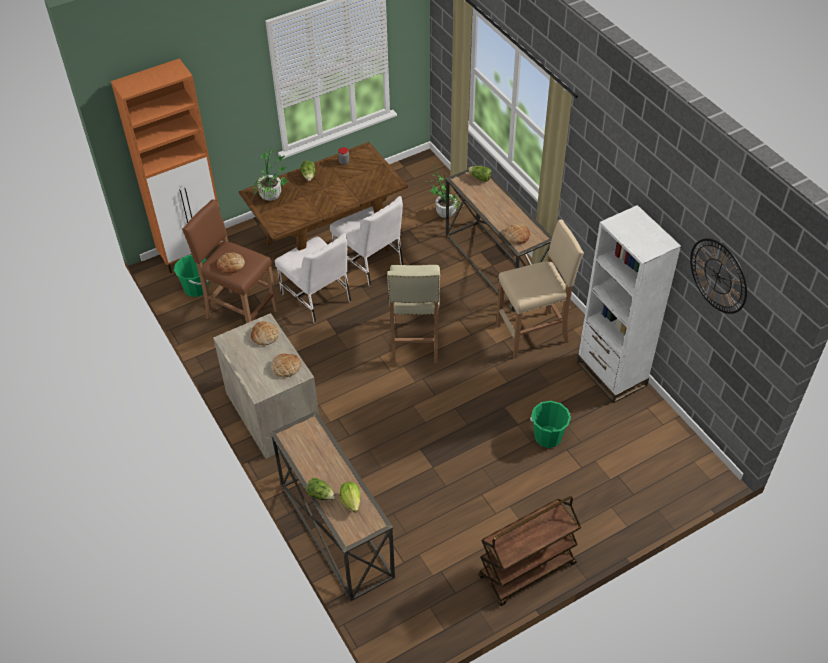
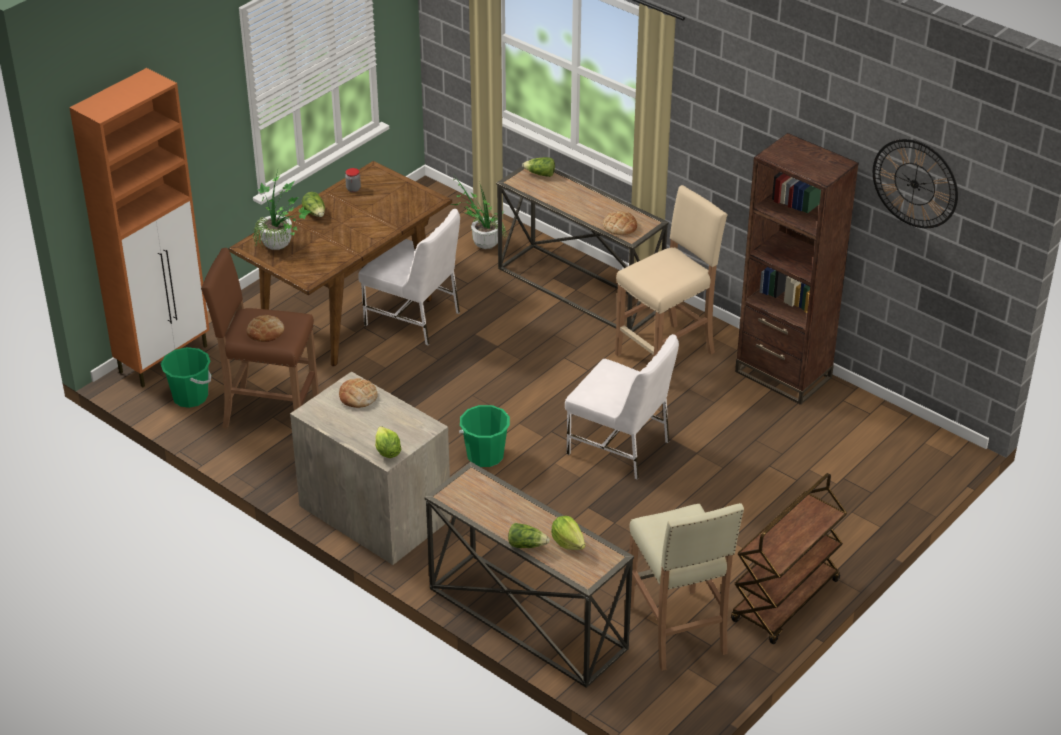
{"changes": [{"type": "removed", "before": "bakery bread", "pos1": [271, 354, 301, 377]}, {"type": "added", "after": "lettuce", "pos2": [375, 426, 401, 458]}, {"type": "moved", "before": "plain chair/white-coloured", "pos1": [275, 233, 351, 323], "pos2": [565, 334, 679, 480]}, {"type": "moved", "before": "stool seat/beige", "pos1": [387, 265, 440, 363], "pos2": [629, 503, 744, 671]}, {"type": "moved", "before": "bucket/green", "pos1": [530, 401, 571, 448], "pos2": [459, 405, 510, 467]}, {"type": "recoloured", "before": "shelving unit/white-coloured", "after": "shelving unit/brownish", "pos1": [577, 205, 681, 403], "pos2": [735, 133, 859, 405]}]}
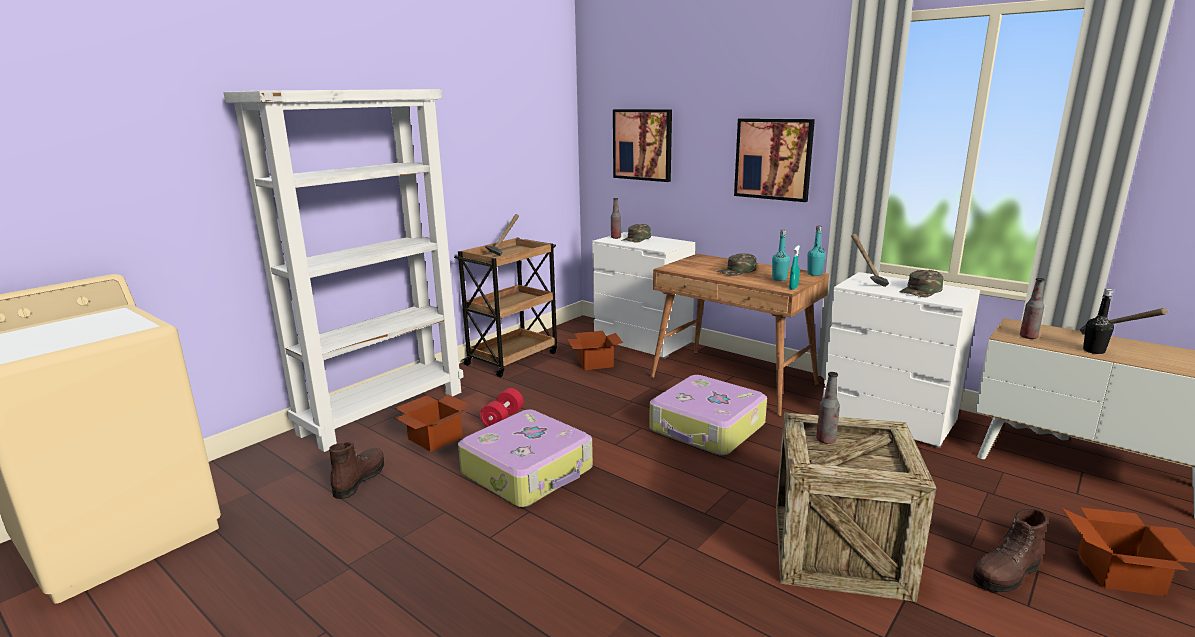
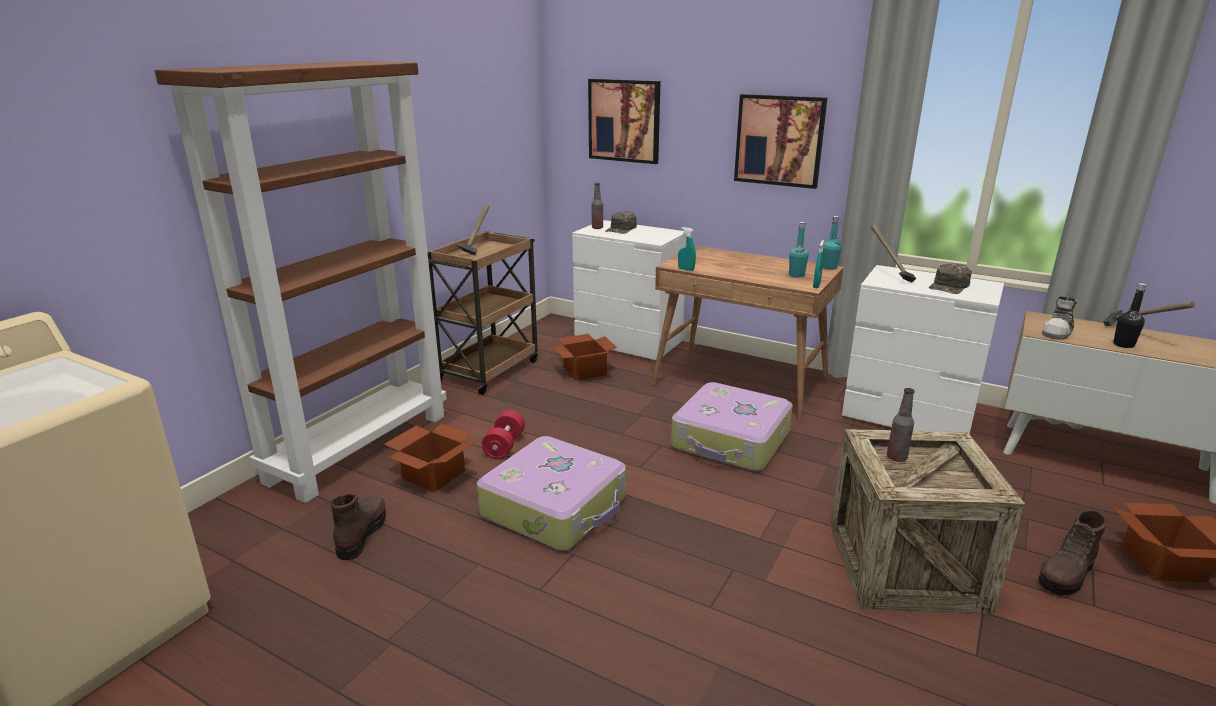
{"changes": [{"type": "removed", "before": "baseball cap/green", "pos1": [717, 253, 757, 276]}, {"type": "added", "after": "hand sprayer/turquoise-coloured", "pos2": [678, 227, 696, 271]}, {"type": "replaced", "before": "beverage bottle", "after": "shoe", "pos1": [1020, 278, 1045, 339], "pos2": [1042, 297, 1077, 340]}, {"type": "recoloured", "before": "shelving unit/white-coloured", "after": "shelving unit/brownish", "pos1": [223, 89, 464, 452], "pos2": [155, 61, 447, 503]}]}
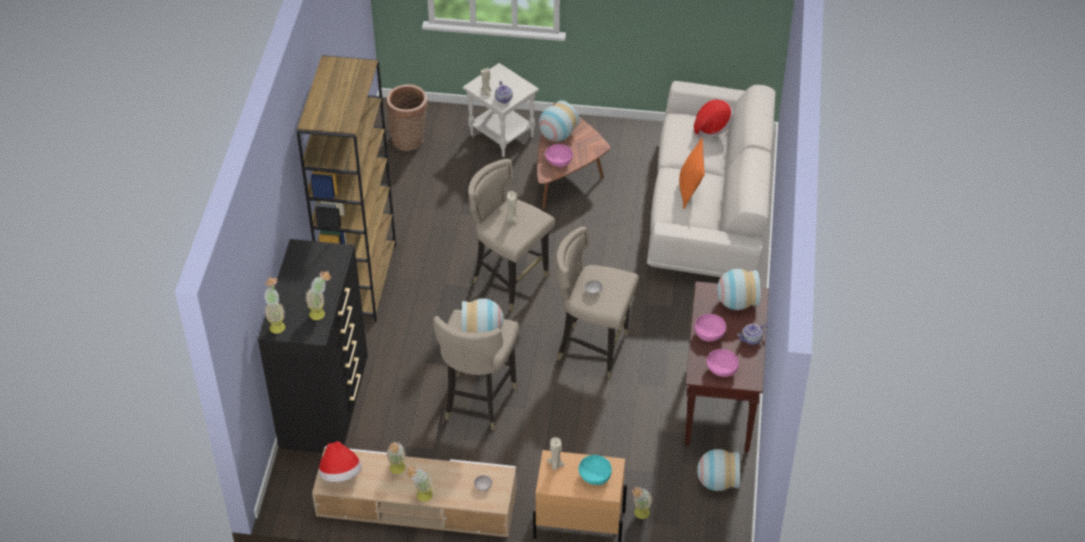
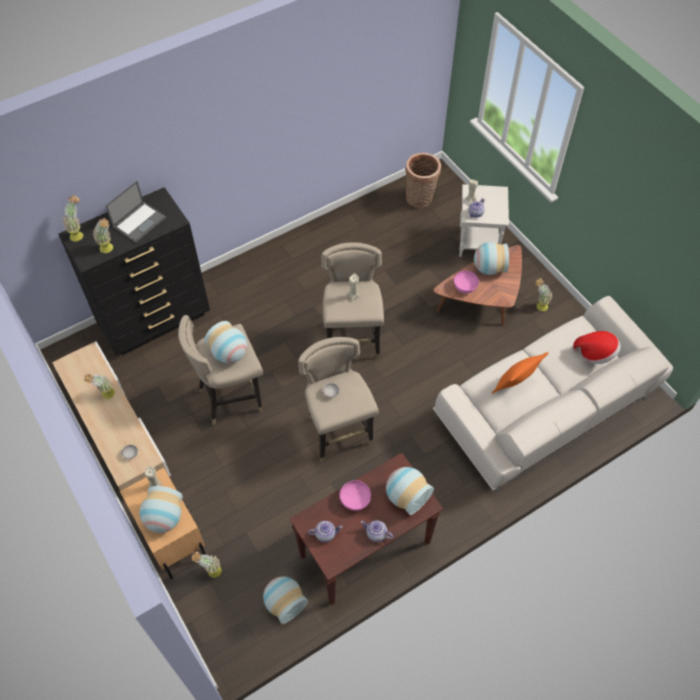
{"changes": [{"type": "removed", "before": "shelving unit/brownish", "pos1": [296, 55, 396, 322]}, {"type": "removed", "before": "clothing hat", "pos1": [319, 441, 362, 482]}, {"type": "added", "after": "portable computer", "pos2": [106, 181, 166, 243]}, {"type": "moved", "before": "plant in a pot", "pos1": [406, 466, 433, 502], "pos2": [535, 278, 552, 311]}, {"type": "replaced", "before": "deep dish/turquoise-coloured", "after": "flower vase", "pos1": [579, 455, 612, 485], "pos2": [140, 486, 183, 533]}, {"type": "replaced", "before": "deep dish/pinkish", "after": "pot for tea", "pos1": [707, 349, 739, 377], "pos2": [308, 521, 343, 542]}]}
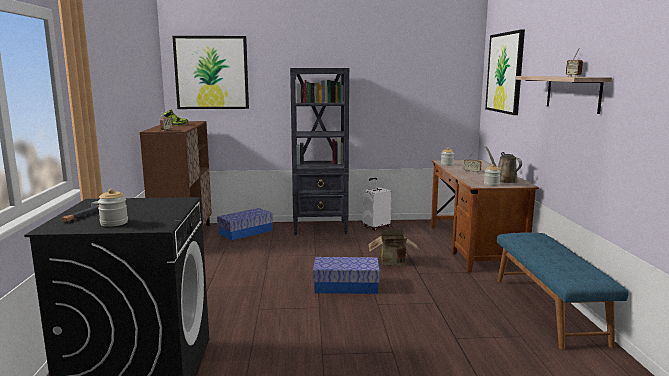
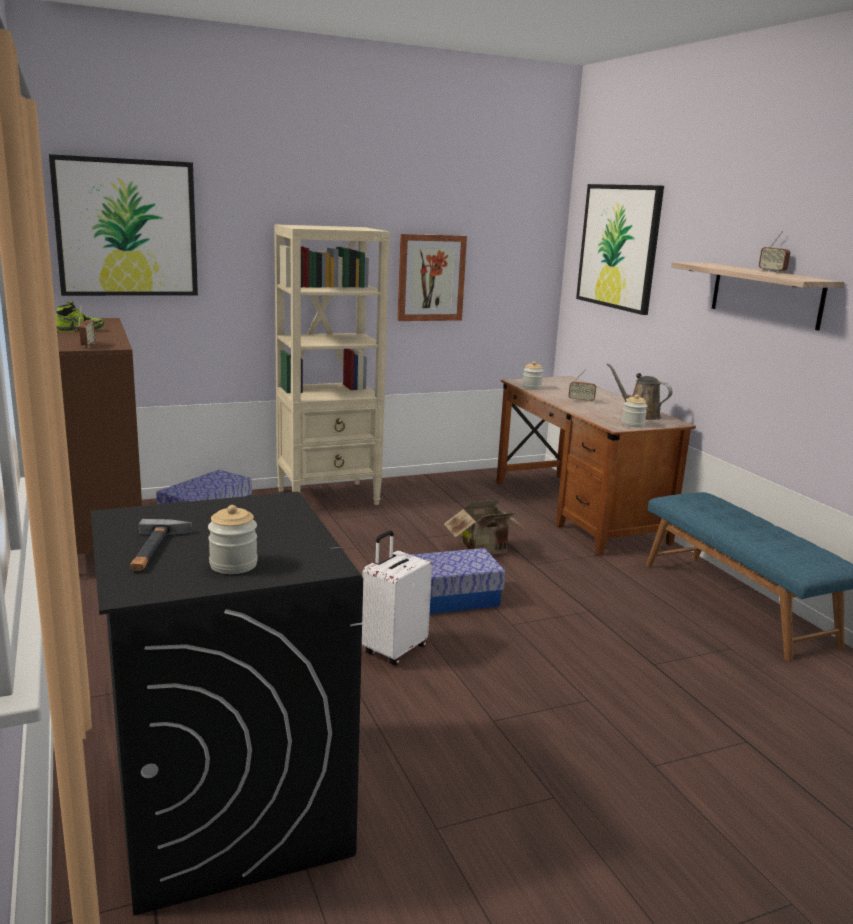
{"changes": [{"type": "added", "after": "wall art", "pos2": [397, 234, 467, 321]}, {"type": "moved", "before": "suitcase/white-coloured", "pos1": [363, 178, 392, 230], "pos2": [362, 531, 432, 665]}, {"type": "recoloured", "before": "shelving unit/blackish", "after": "shelving unit/beige", "pos1": [290, 68, 349, 235], "pos2": [274, 224, 390, 505]}]}
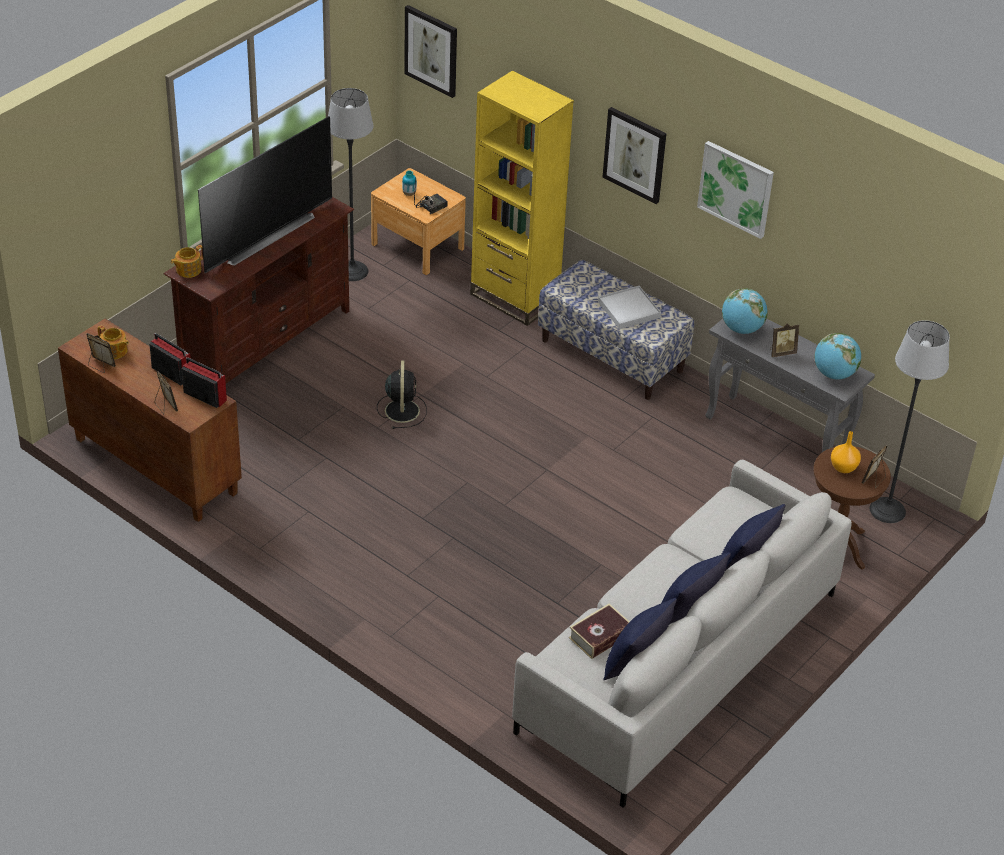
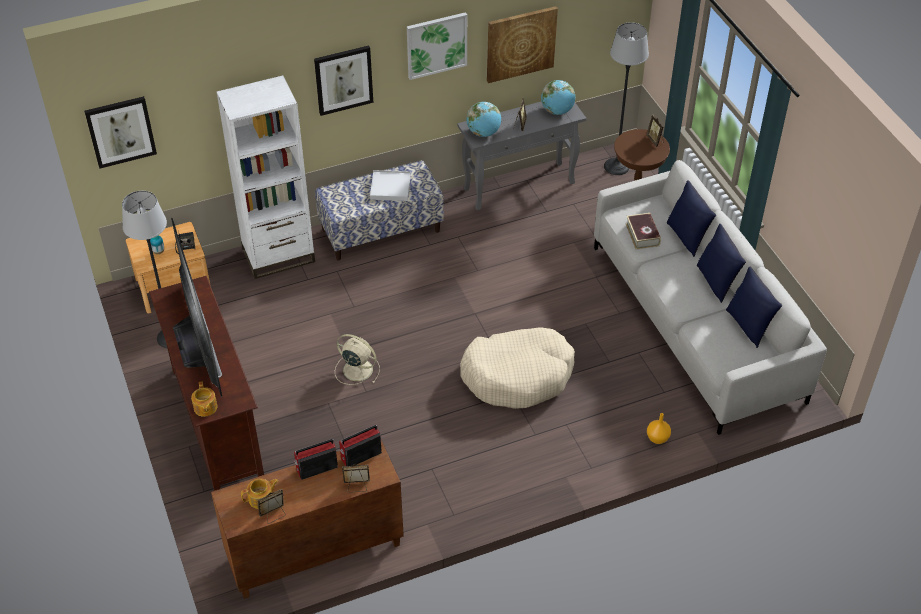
{"changes": [{"type": "added", "after": "pet bed/beige", "pos2": [460, 327, 575, 409]}, {"type": "added", "after": "wall art", "pos2": [487, 6, 558, 83]}, {"type": "moved", "before": "book", "pos1": [569, 604, 630, 659], "pos2": [626, 213, 661, 249]}, {"type": "moved", "before": "flower vase/orangey", "pos1": [831, 431, 861, 473], "pos2": [647, 413, 671, 444]}, {"type": "recoloured", "before": "electric fan/blackish", "after": "electric fan/beige", "pos1": [377, 360, 427, 429], "pos2": [335, 334, 380, 385]}, {"type": "recoloured", "before": "shelving unit/yellowish", "after": "shelving unit/white-coloured", "pos1": [470, 71, 574, 326], "pos2": [217, 75, 315, 279]}]}
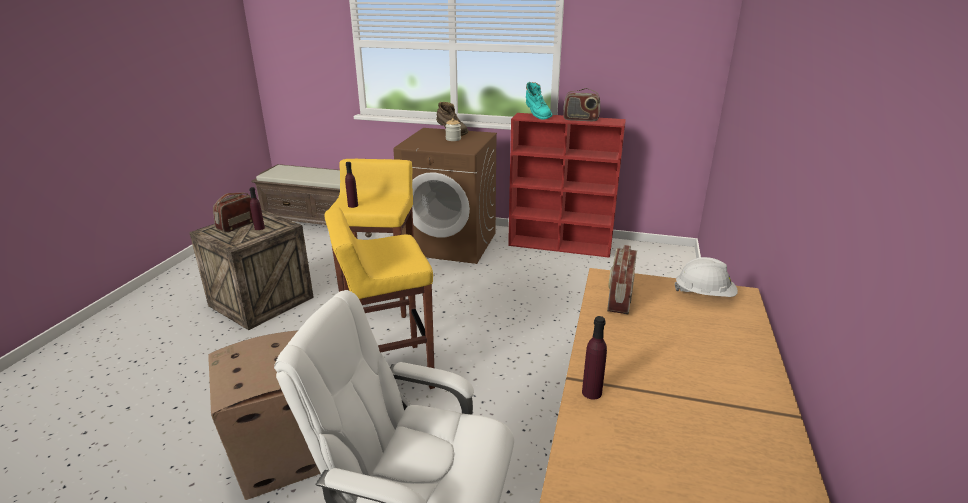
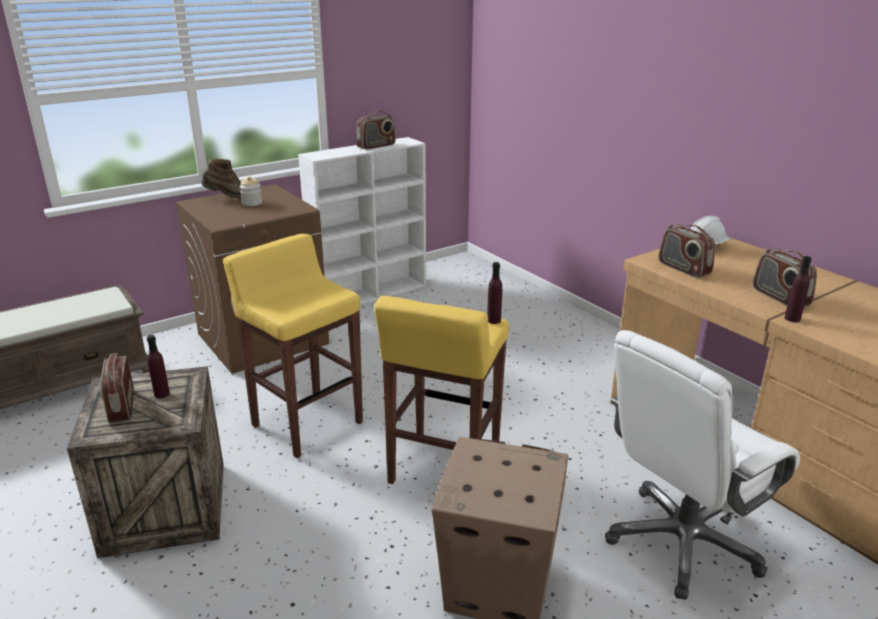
{"changes": [{"type": "removed", "before": "boot/turquoise-coloured", "pos1": [526, 82, 553, 120]}, {"type": "added", "after": "radio", "pos2": [753, 248, 817, 306]}, {"type": "moved", "before": "beverage bottle/purple", "pos1": [345, 162, 358, 208], "pos2": [487, 262, 502, 324]}, {"type": "recoloured", "before": "shelving unit/red", "after": "shelving unit/white-coloured", "pos1": [508, 113, 626, 258], "pos2": [298, 137, 426, 304]}]}
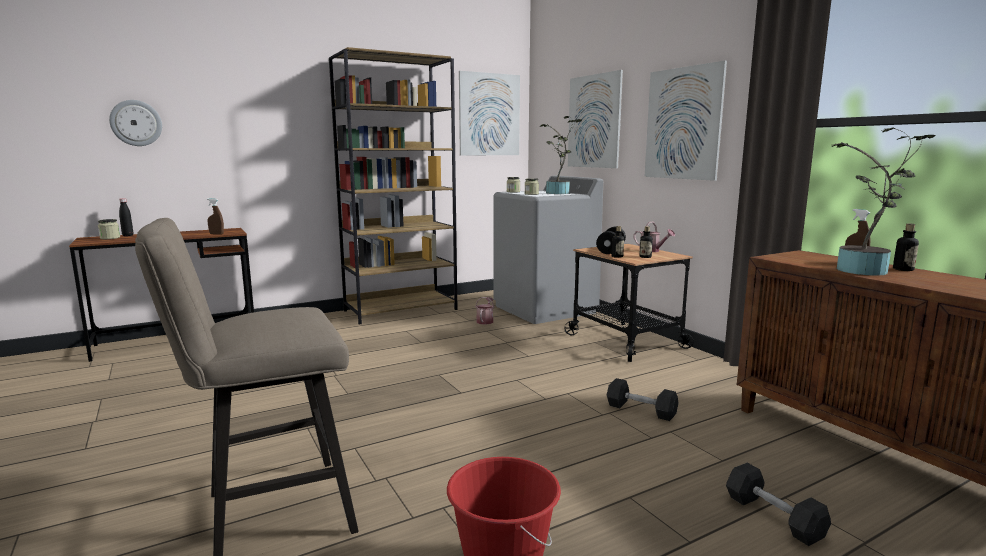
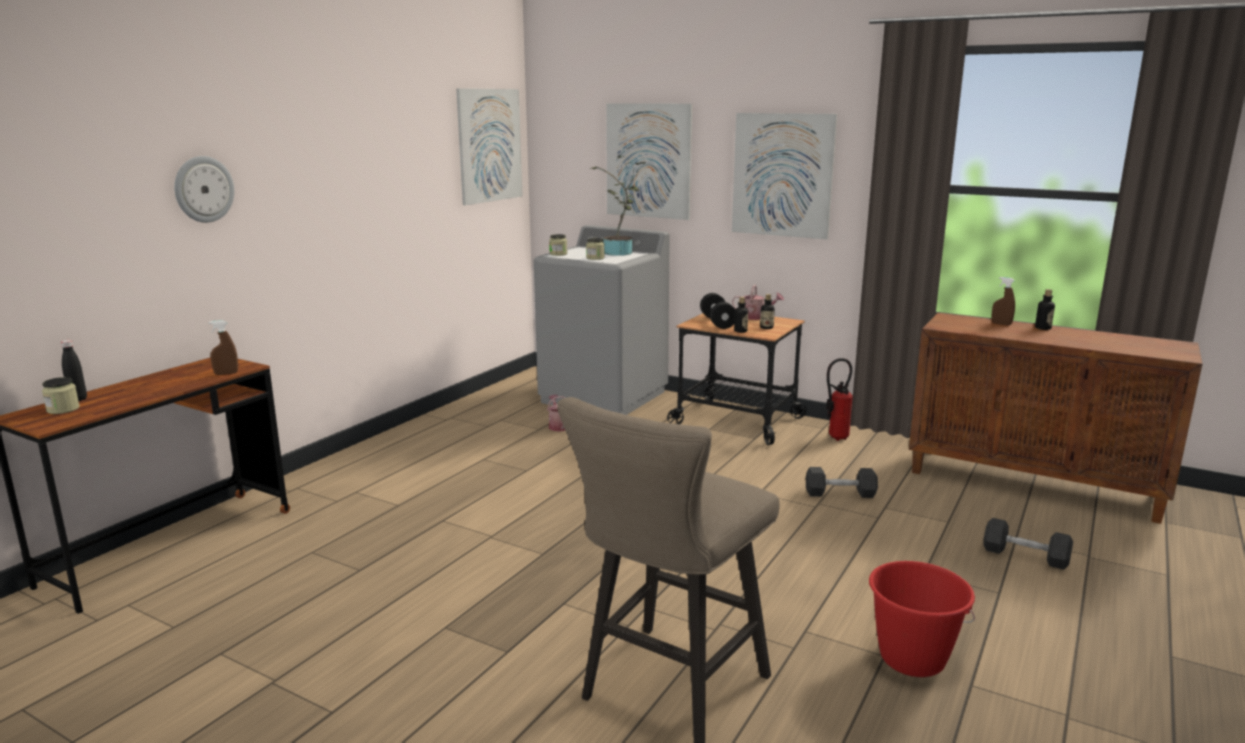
{"changes": [{"type": "removed", "before": "shelving unit/brownish", "pos1": [329, 47, 458, 325]}, {"type": "removed", "before": "plant in a pot", "pos1": [832, 127, 935, 276]}, {"type": "added", "after": "fire-fighting cylinder", "pos2": [826, 358, 853, 441]}, {"type": "moved", "before": "clock on the wall", "pos1": [109, 100, 162, 146], "pos2": [174, 156, 234, 223]}]}
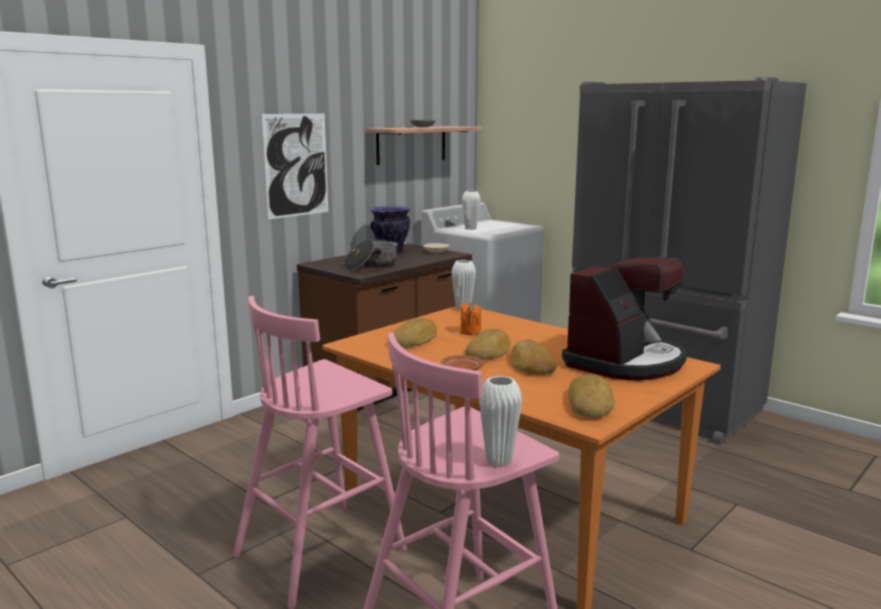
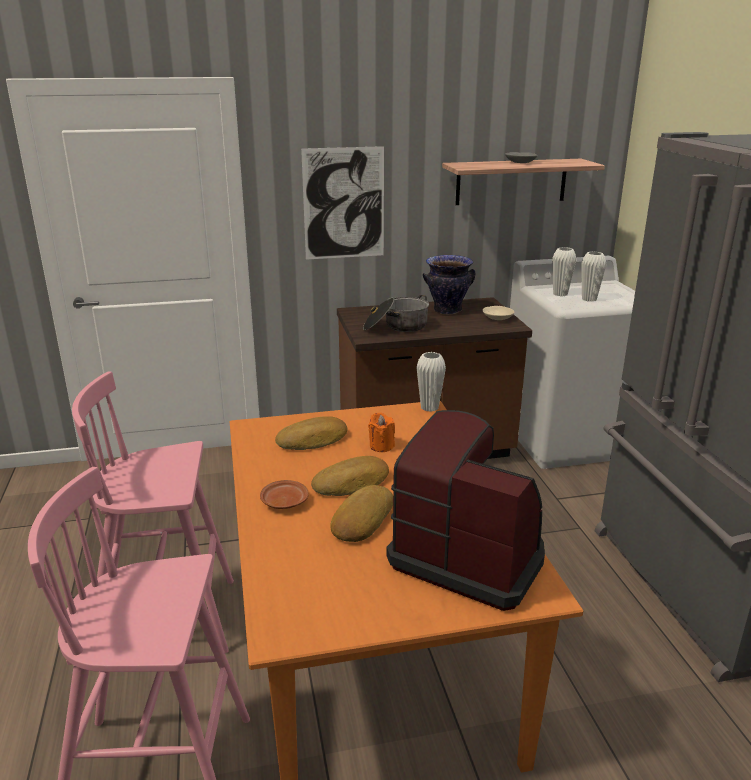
{"changes": [{"type": "removed", "before": "bakery bread", "pos1": [568, 374, 615, 417]}, {"type": "moved", "before": "flower vase/white-coloured", "pos1": [479, 376, 522, 466], "pos2": [581, 251, 606, 301]}, {"type": "turned", "before": "coffee maker", "pos1": [562, 257, 687, 380], "pos2": [386, 410, 545, 611], "turn": -135}]}
